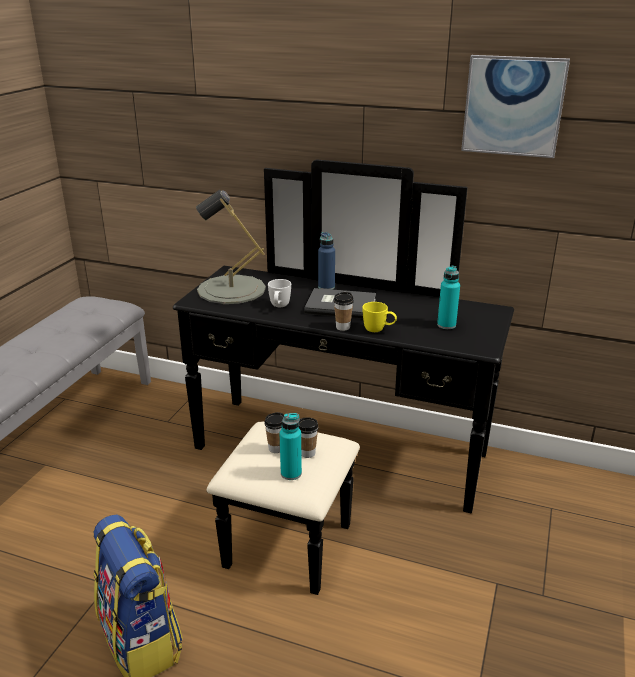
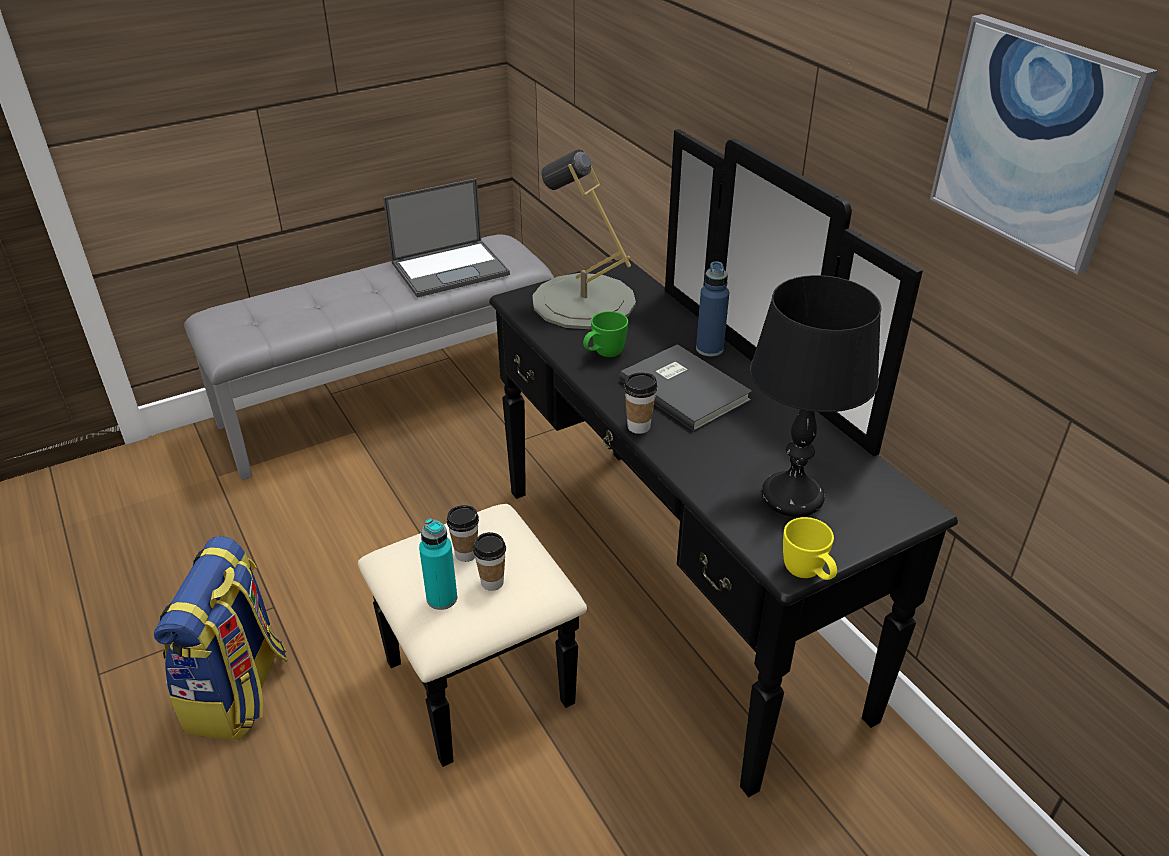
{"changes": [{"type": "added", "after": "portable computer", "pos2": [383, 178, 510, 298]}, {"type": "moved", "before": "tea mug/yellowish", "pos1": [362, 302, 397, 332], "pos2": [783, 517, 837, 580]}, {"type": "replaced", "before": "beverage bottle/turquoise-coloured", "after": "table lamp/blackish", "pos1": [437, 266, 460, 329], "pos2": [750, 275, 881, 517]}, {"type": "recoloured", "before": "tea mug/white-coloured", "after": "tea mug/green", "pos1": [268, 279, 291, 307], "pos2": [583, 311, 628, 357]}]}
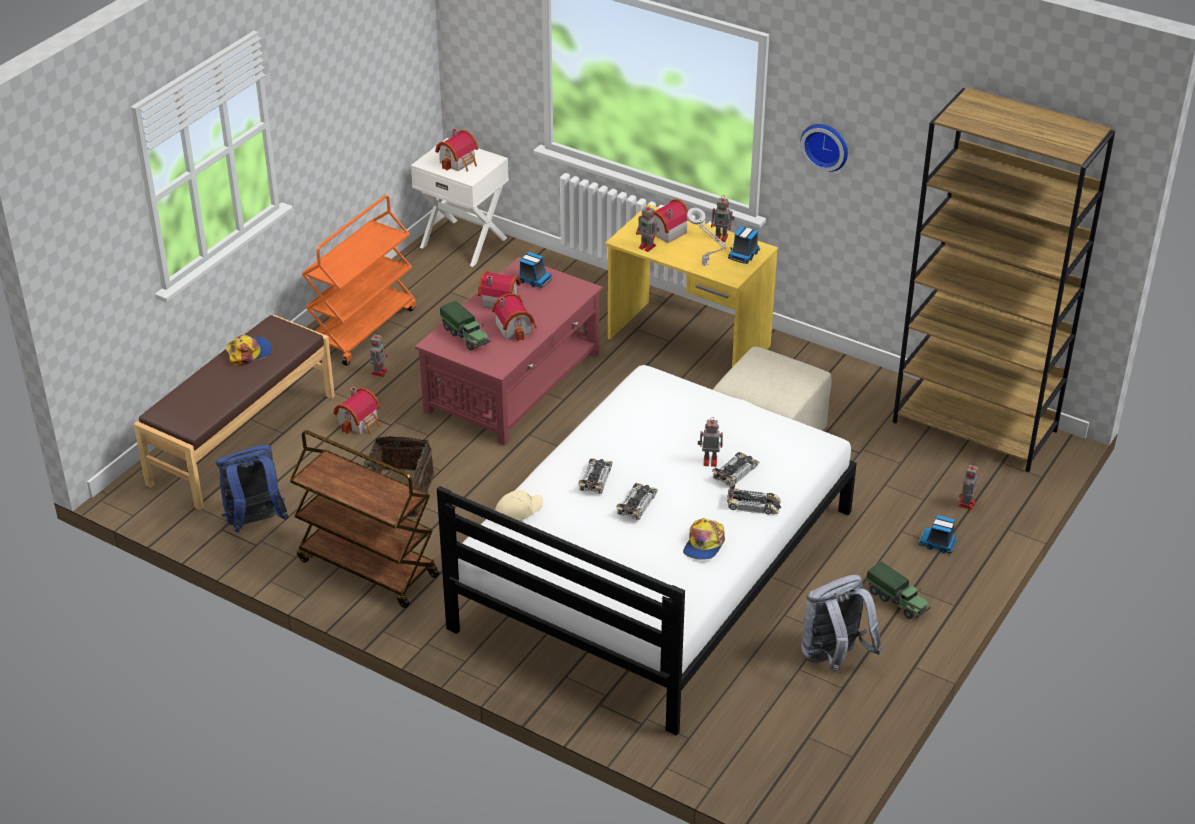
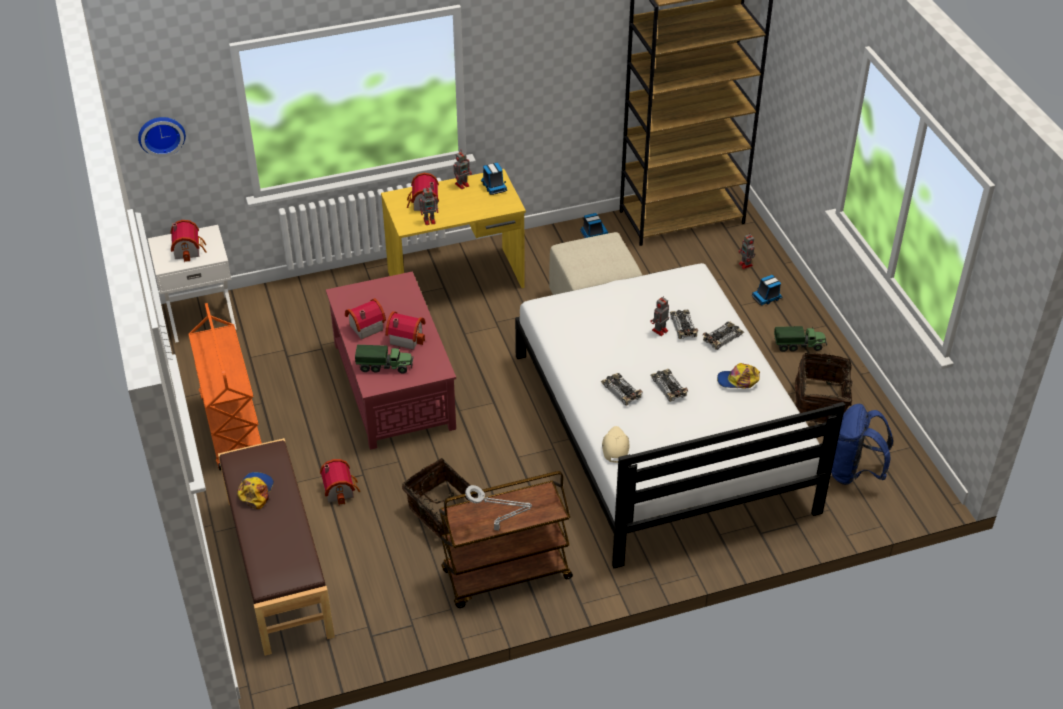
{"changes": [{"type": "removed", "before": "robot figure", "pos1": [370, 332, 388, 377]}, {"type": "moved", "before": "rucksack/blue-coloured", "pos1": [216, 445, 289, 532], "pos2": [831, 404, 893, 485]}, {"type": "moved", "before": "toy truck", "pos1": [518, 252, 552, 288], "pos2": [580, 213, 608, 238]}, {"type": "moved", "before": "table lamp/gray", "pos1": [687, 208, 727, 266], "pos2": [465, 485, 532, 531]}, {"type": "moved", "before": "clock on the wall", "pos1": [800, 124, 848, 172], "pos2": [138, 117, 186, 157]}, {"type": "replaced", "before": "rucksack/gray", "after": "storage basket", "pos1": [801, 575, 882, 672], "pos2": [795, 353, 864, 423]}, {"type": "turned", "before": "baseball cap", "pos1": [683, 518, 725, 560], "pos2": [717, 363, 760, 389], "turn": 120}]}
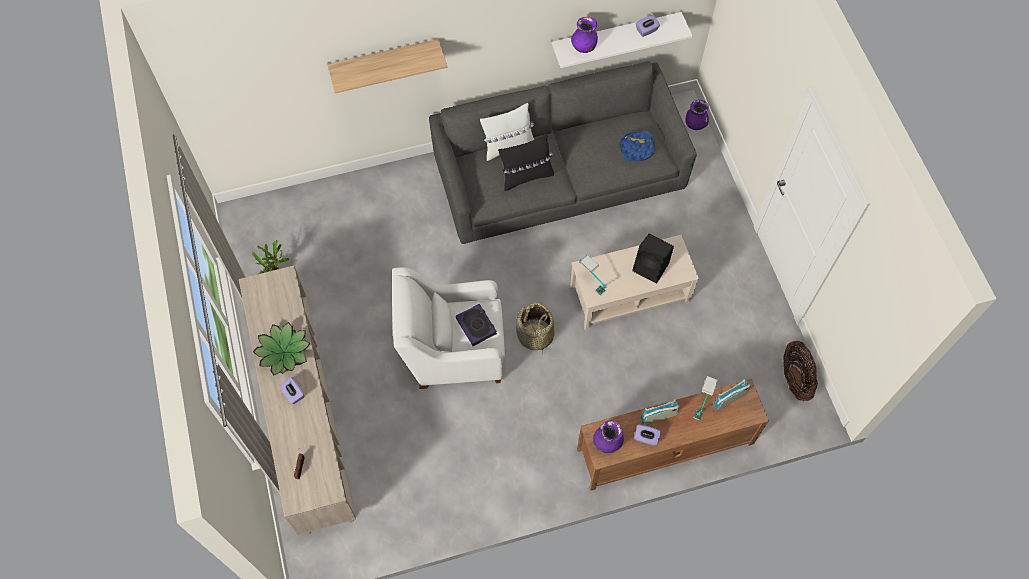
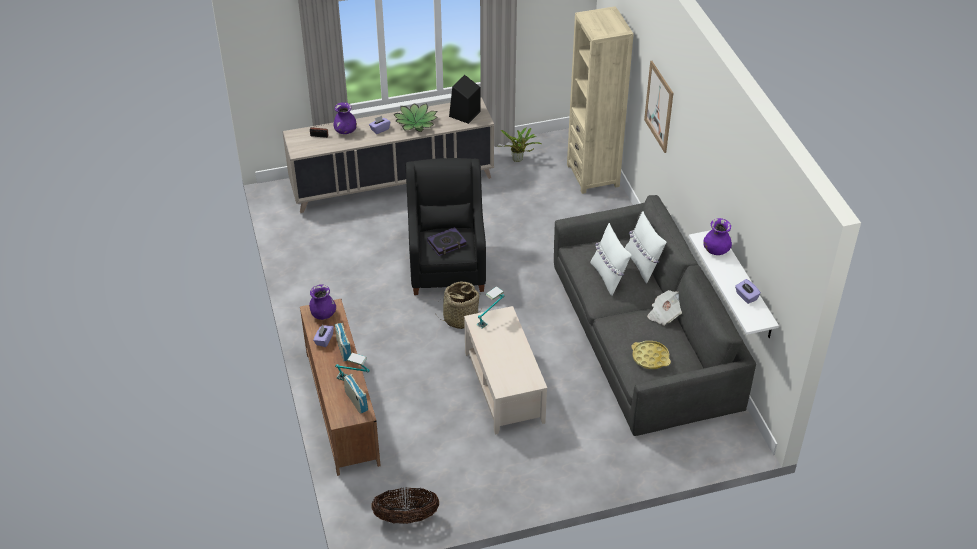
{"changes": [{"type": "added", "after": "shelving unit/beige", "pos2": [567, 6, 634, 194]}, {"type": "added", "after": "printed paper", "pos2": [647, 290, 682, 326]}, {"type": "moved", "before": "speaker/blackish", "pos1": [632, 234, 674, 284], "pos2": [449, 75, 481, 124]}, {"type": "moved", "before": "flower vase/purple", "pos1": [685, 100, 709, 130], "pos2": [334, 102, 357, 134]}, {"type": "replaced", "before": "wall shelf", "after": "wall art", "pos1": [327, 39, 447, 93], "pos2": [644, 61, 673, 153]}, {"type": "recoloured", "before": "armchair/white-coloured", "after": "armchair/blackish", "pos1": [392, 267, 505, 389], "pos2": [406, 158, 486, 295]}, {"type": "recoloured", "before": "throw pillow/blackish", "after": "throw pillow/white-coloured", "pos1": [498, 134, 554, 191], "pos2": [590, 223, 631, 296]}, {"type": "recoloured", "before": "tray/blue-coloured", "after": "tray/yellowish", "pos1": [620, 131, 655, 161], "pos2": [631, 341, 671, 369]}]}
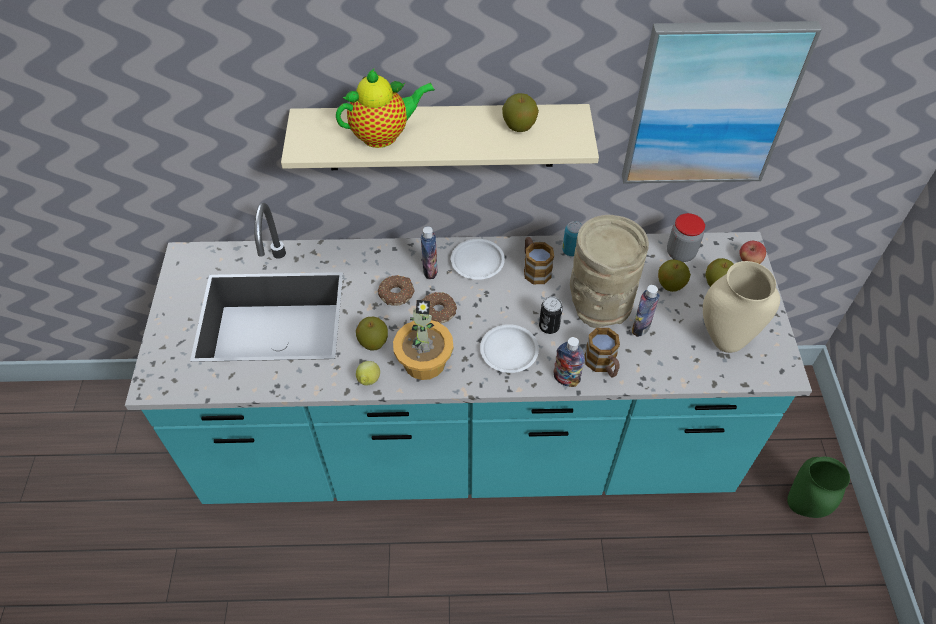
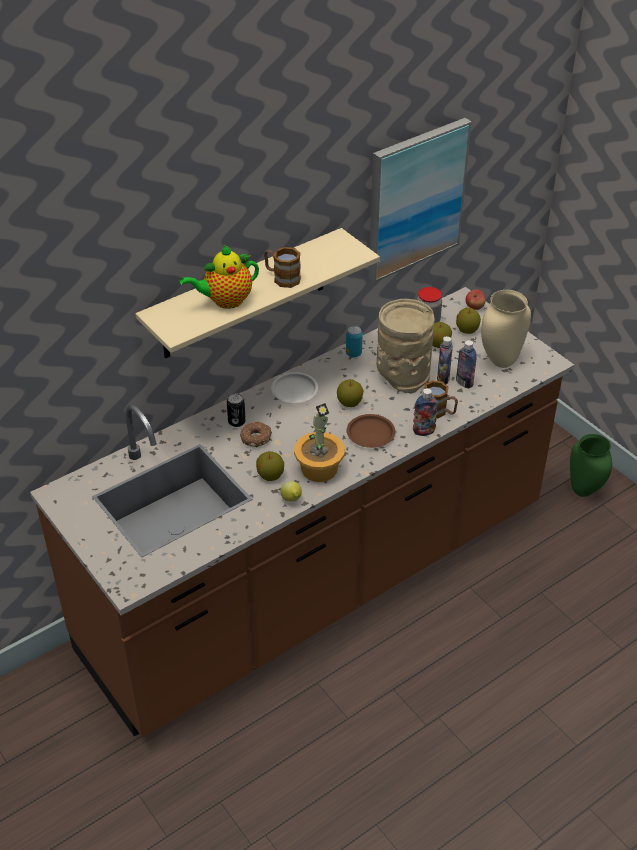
{"changes": [{"type": "removed", "before": "doughnut", "pos1": [422, 292, 457, 324]}, {"type": "moved", "before": "beverage bottle", "pos1": [421, 226, 437, 279], "pos2": [456, 340, 477, 389]}, {"type": "moved", "before": "apple fruit", "pos1": [502, 93, 539, 132], "pos2": [337, 379, 364, 407]}, {"type": "moved", "before": "tea mug", "pos1": [524, 237, 554, 284], "pos2": [264, 247, 301, 288]}, {"type": "moved", "before": "sealed can", "pos1": [539, 296, 563, 334], "pos2": [227, 393, 246, 427]}, {"type": "recoloured", "before": "kitchen counter/turquoise-coloured", "after": "kitchen counter/brownish", "pos1": [125, 203, 812, 504], "pos2": [30, 287, 574, 738]}, {"type": "recoloured", "before": "plate/white-coloured", "after": "plate/brownish", "pos1": [480, 324, 539, 373], "pos2": [347, 414, 395, 448]}, {"type": "turned", "before": "pot for tea", "pos1": [336, 69, 435, 148], "pos2": [180, 245, 259, 309], "turn": -150}]}
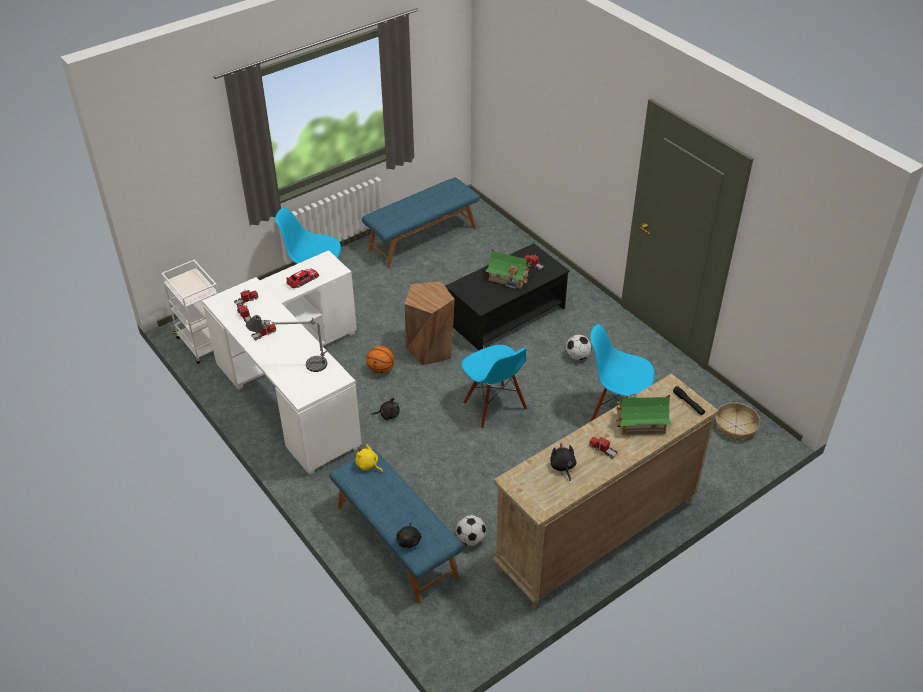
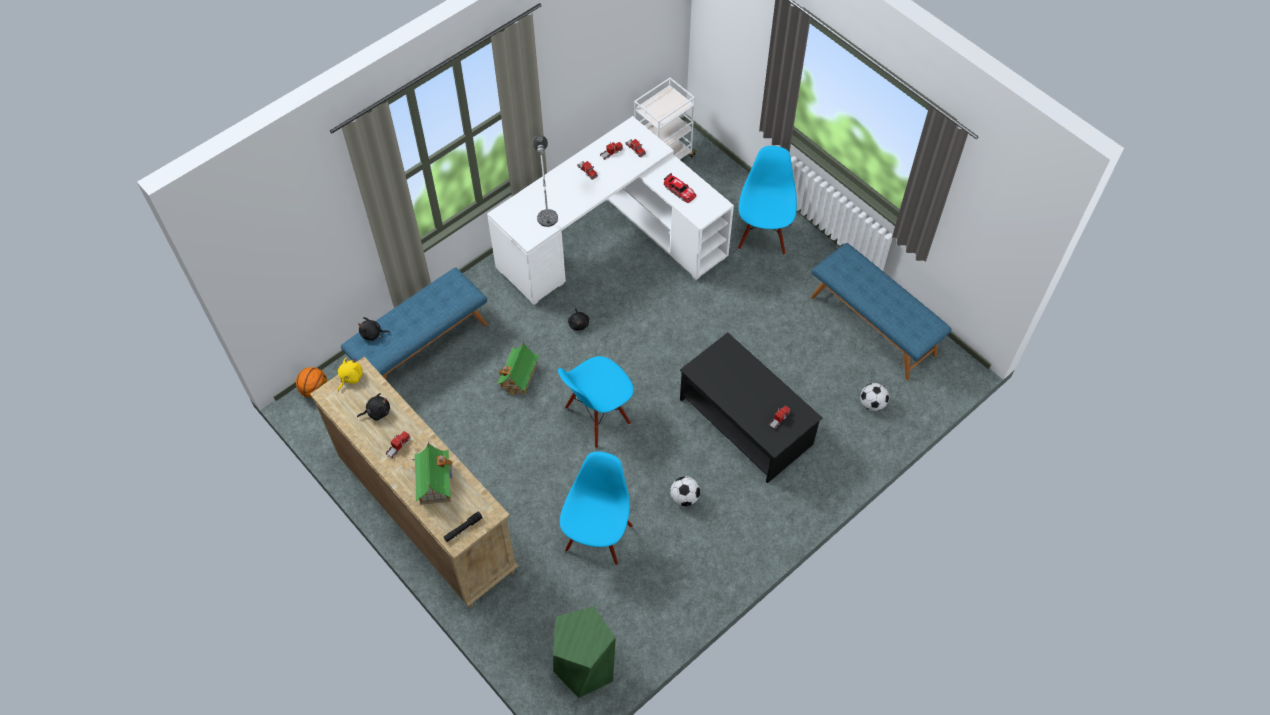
{"changes": [{"type": "removed", "before": "stool seat/brownish", "pos1": [405, 281, 455, 365]}, {"type": "moved", "before": "cuddly toy/yellowish", "pos1": [356, 444, 383, 473], "pos2": [338, 357, 362, 391]}, {"type": "moved", "before": "basketball", "pos1": [367, 346, 395, 374], "pos2": [296, 367, 327, 398]}, {"type": "moved", "before": "football", "pos1": [456, 515, 486, 546], "pos2": [860, 383, 889, 411]}, {"type": "moved", "before": "model house", "pos1": [485, 249, 531, 289], "pos2": [497, 342, 539, 395]}, {"type": "replaced", "before": "storage basket", "after": "stool seat/green", "pos1": [715, 402, 760, 441], "pos2": [553, 606, 616, 698]}]}
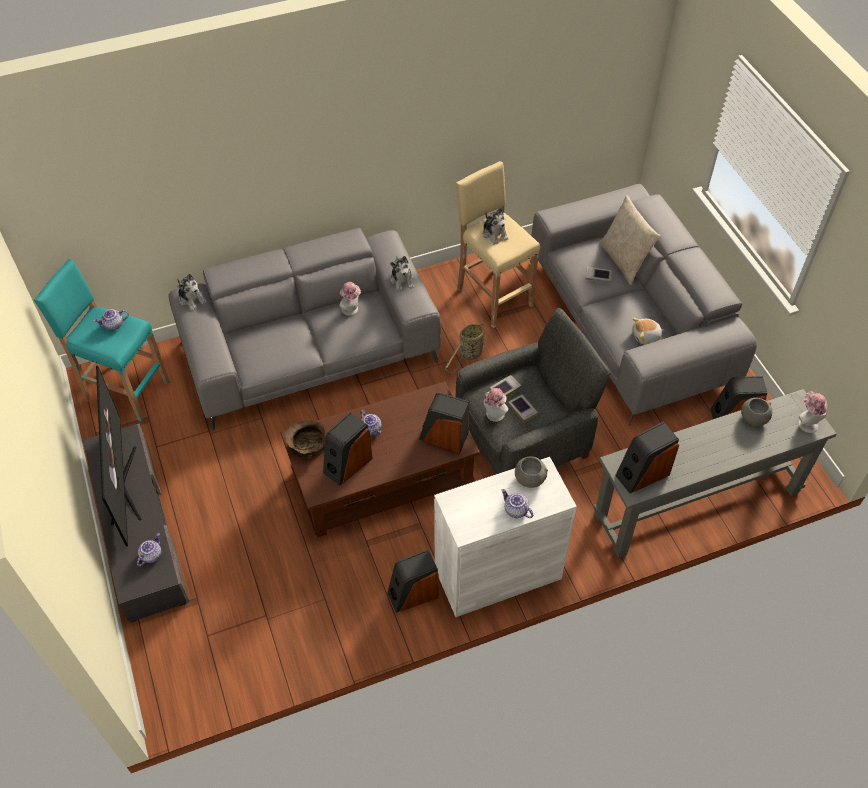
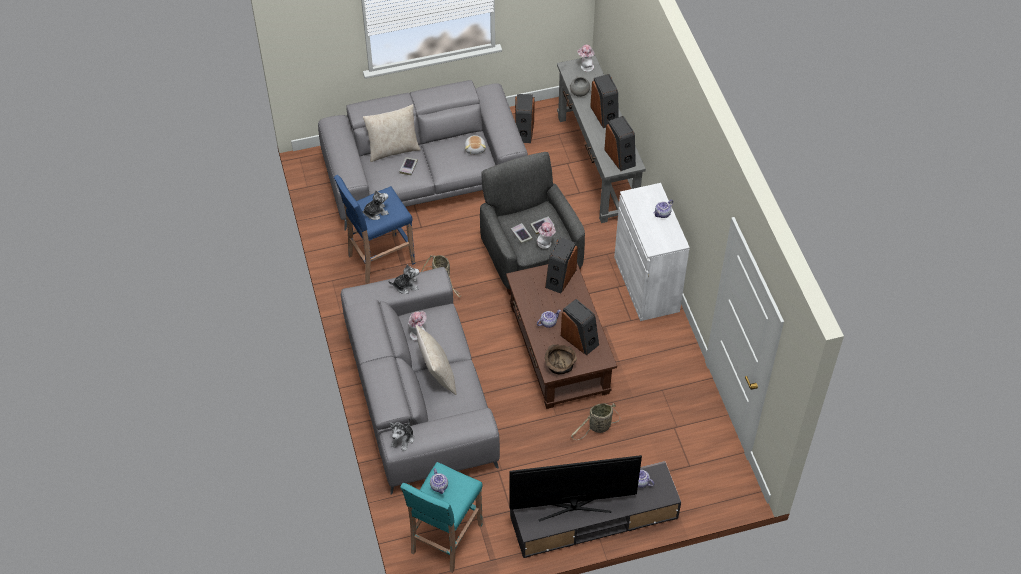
{"changes": [{"type": "removed", "before": "deep dish/gray", "pos1": [515, 457, 548, 488]}, {"type": "added", "after": "throw pillow/beige", "pos2": [416, 325, 456, 395]}, {"type": "added", "after": "storage basket", "pos2": [571, 403, 620, 440]}, {"type": "moved", "before": "speaker", "pos1": [387, 549, 439, 613], "pos2": [590, 74, 619, 128]}, {"type": "recoloured", "before": "stool seat/beige", "after": "stool seat/blue-coloured", "pos1": [456, 161, 540, 328], "pos2": [334, 175, 415, 284]}, {"type": "turned", "before": "cuddly toy", "pos1": [177, 274, 207, 311], "pos2": [389, 417, 414, 451], "turn": 150}]}
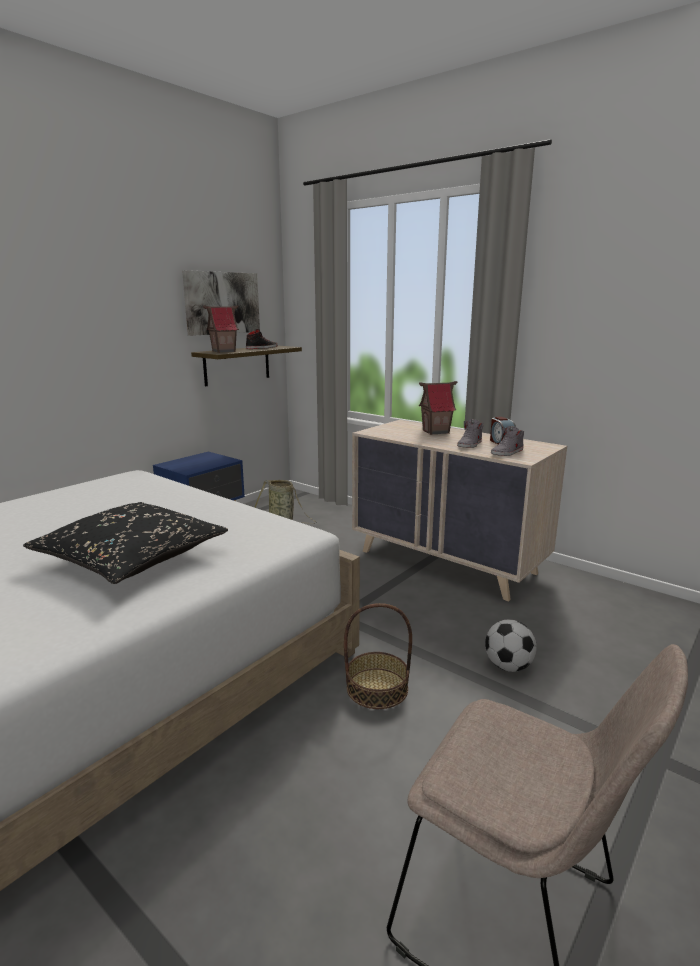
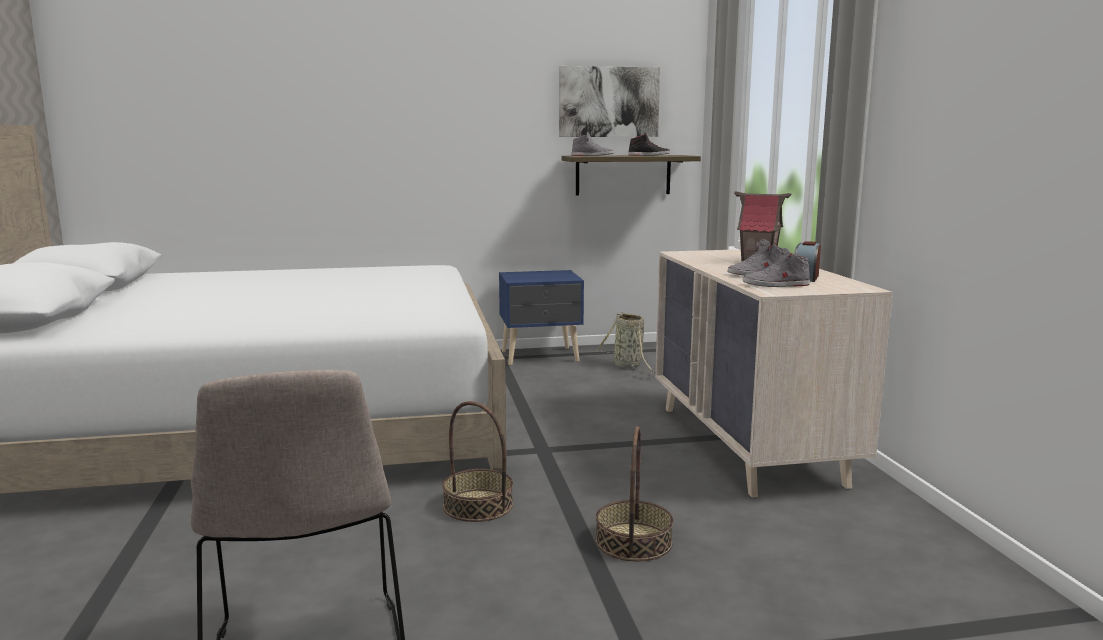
{"changes": [{"type": "removed", "before": "throw pillow/blackish", "pos1": [23, 502, 228, 584]}, {"type": "replaced", "before": "model house", "after": "shoe/gray", "pos1": [203, 305, 239, 353], "pos2": [571, 132, 613, 156]}, {"type": "replaced", "before": "football", "after": "storage basket", "pos1": [485, 619, 537, 672], "pos2": [595, 426, 673, 562]}]}
